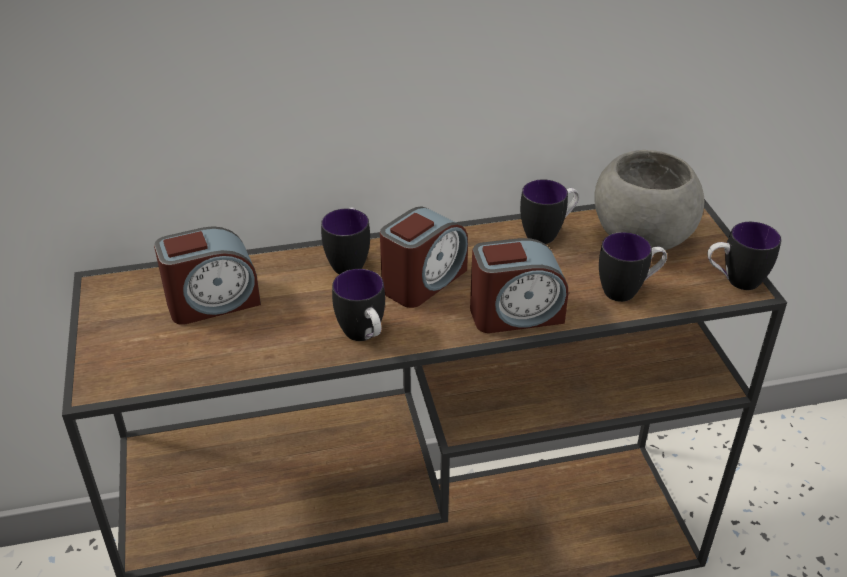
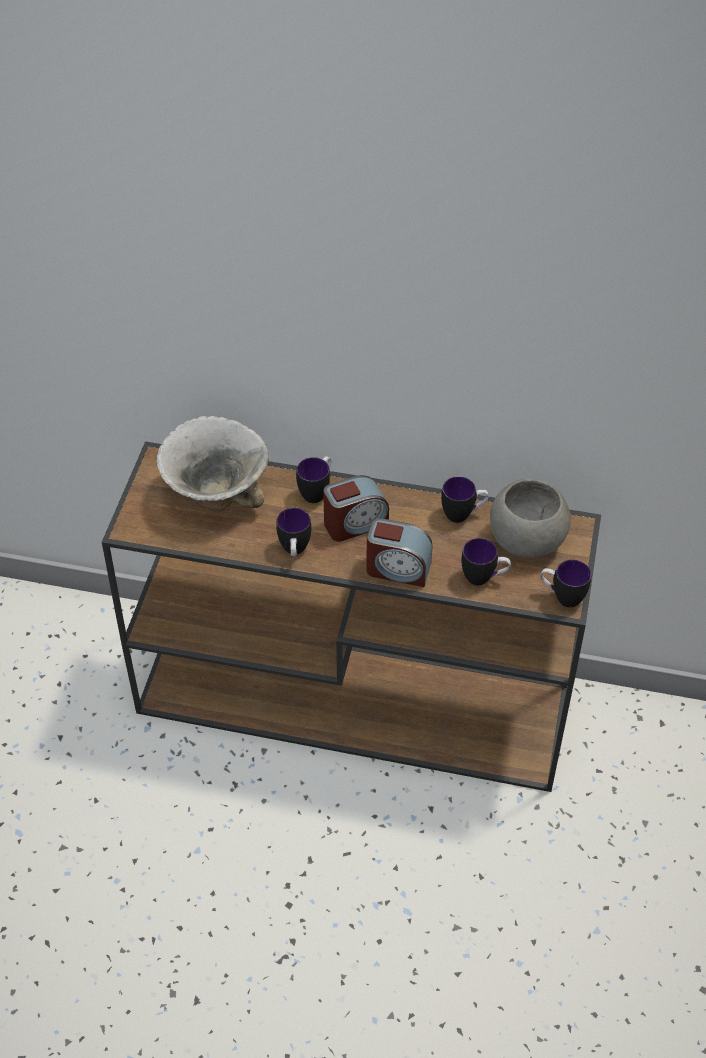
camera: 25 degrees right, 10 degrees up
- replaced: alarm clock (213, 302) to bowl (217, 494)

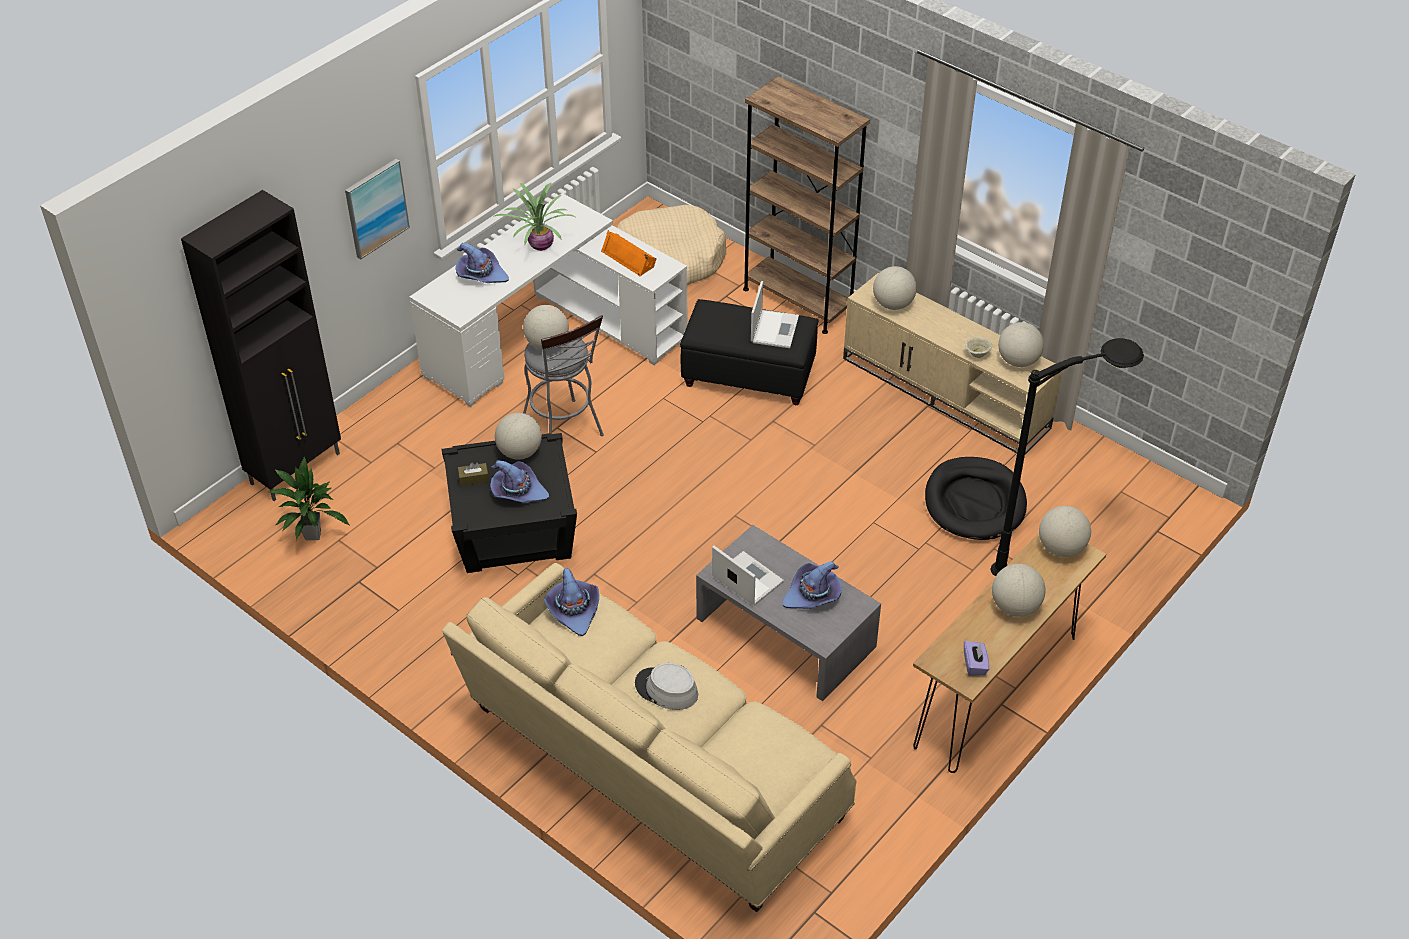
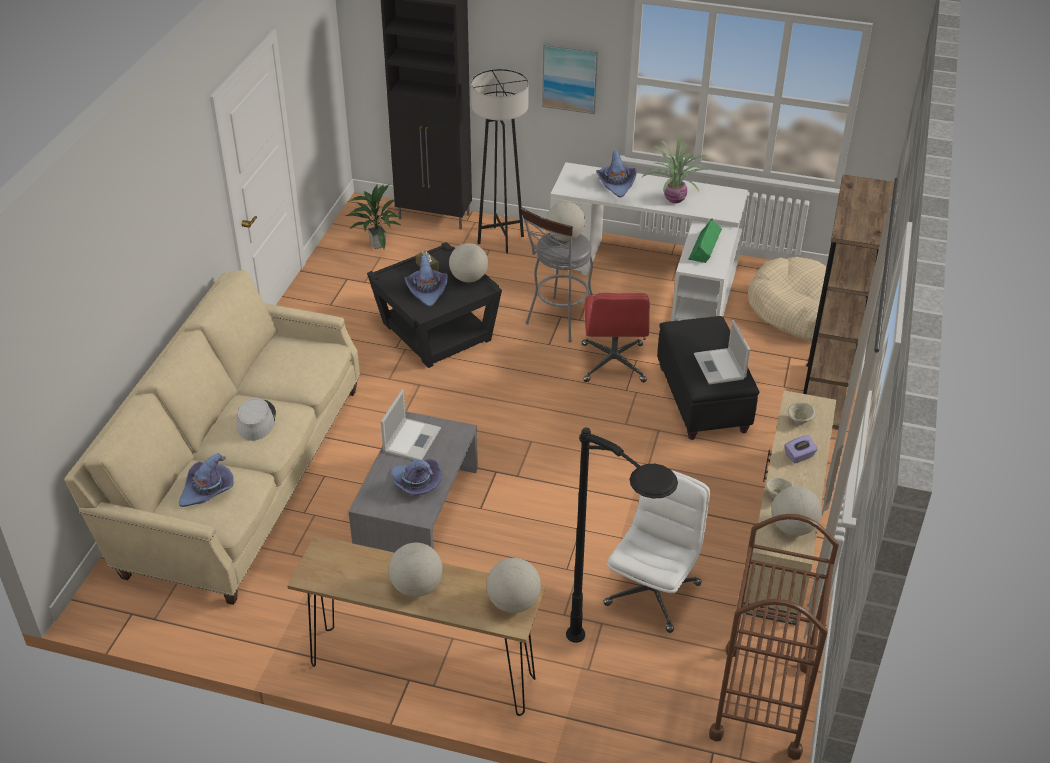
camera: 65 degrees right, 5 degrees down
- added: grey floor lamp (500, 240)
- added: red office chair (613, 363)
- added: brown cart (762, 701)
- moved: purple hat (573, 610) to (208, 490)
- moved: purple tissue box (975, 665) to (799, 456)
- replaced: globe (893, 304) to beige bowl (800, 421)
- replaced: black dog bed (974, 502) to white office chair (653, 593)
- recoloured: orange speaker (629, 258) to green speaker (705, 247)
- turned: laptop (774, 328) = (720, 367) 90 degrees clockwise

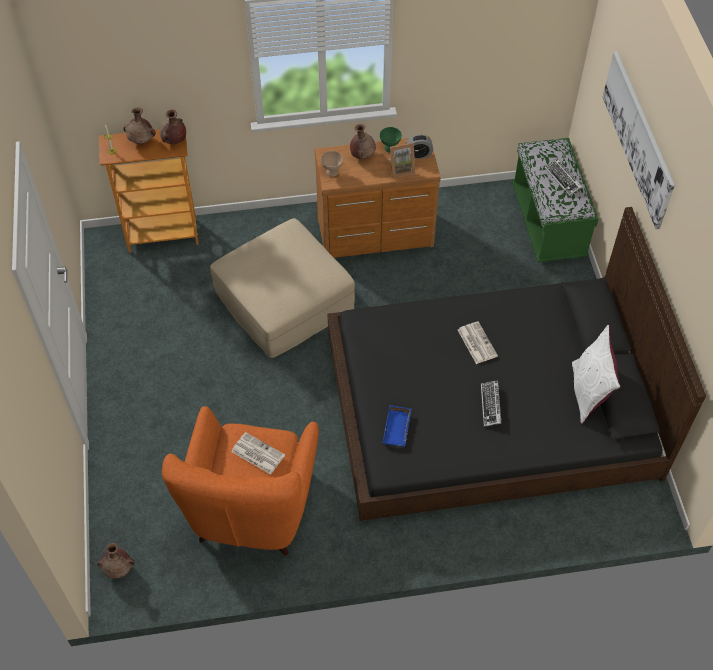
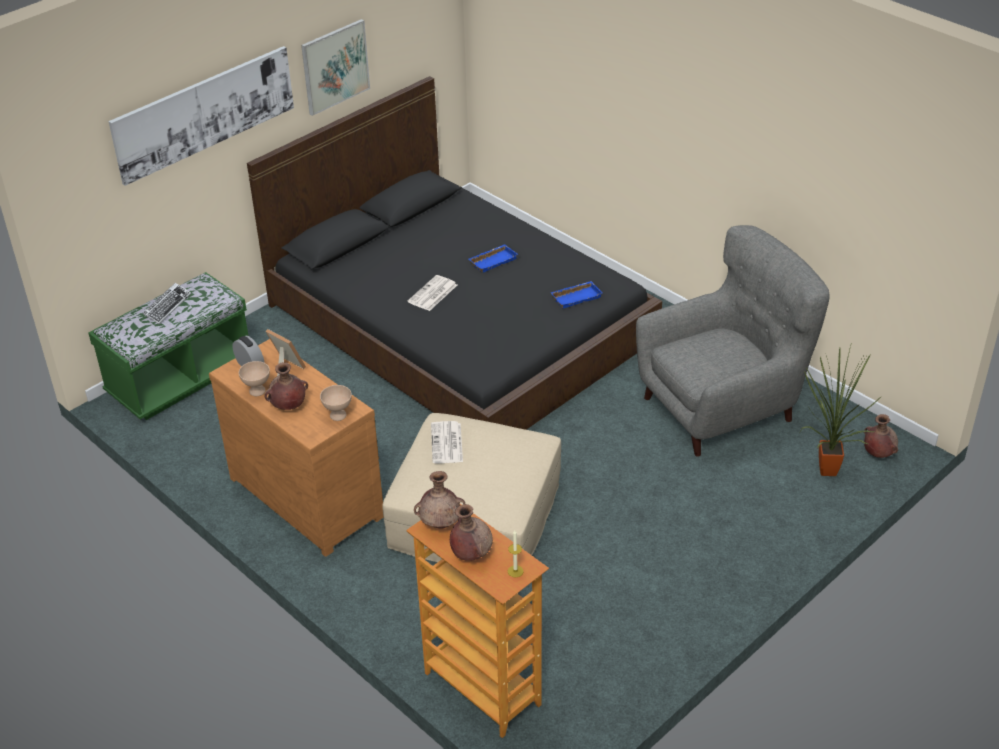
camera: 125 degrees left, 15 degrees down
- removed: white pillow (589, 392)
- added: picture (335, 66)
- added: potted plant (823, 470)
- moved: newspaper (257, 453) to (447, 443)
- replaced: keyboard (490, 405) to blue tray (493, 260)
- recoloured: orange armchair (252, 507) to grey armchair (722, 407)
- recoloured: green bowl (389, 148) to beige bowl (258, 391)

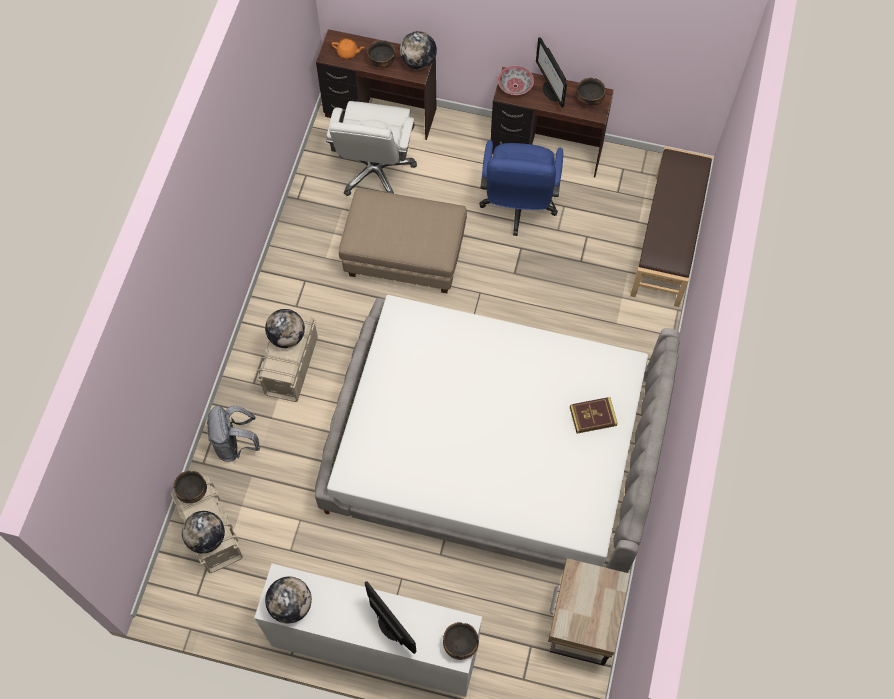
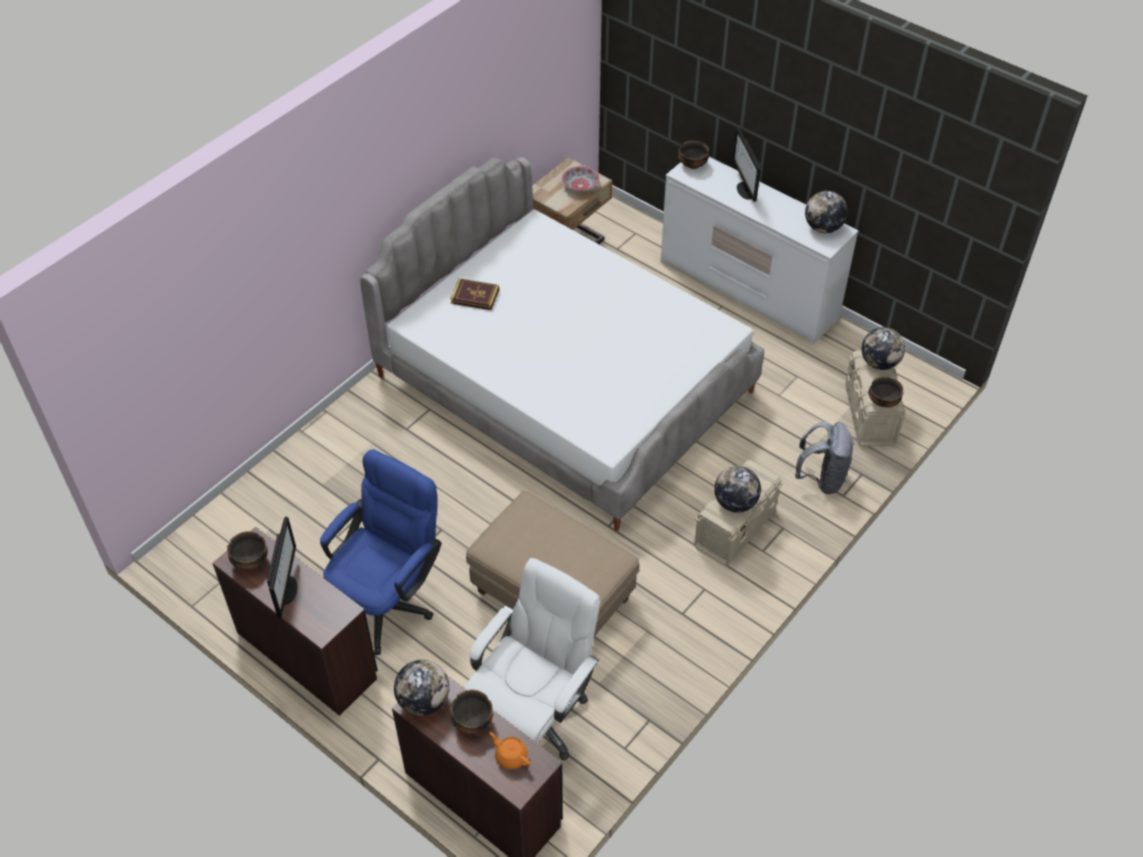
camera: 155 degrees left, 15 degrees down
- removed: brown bench (668, 240)
- moved: bowl (515, 86) to (580, 186)

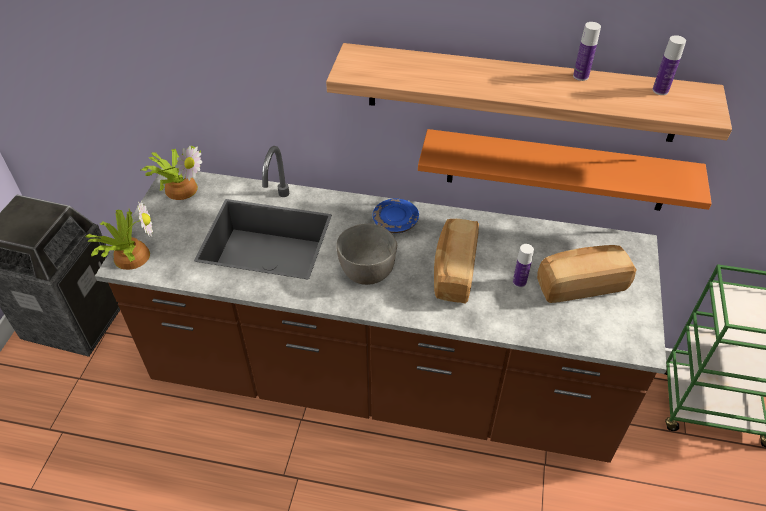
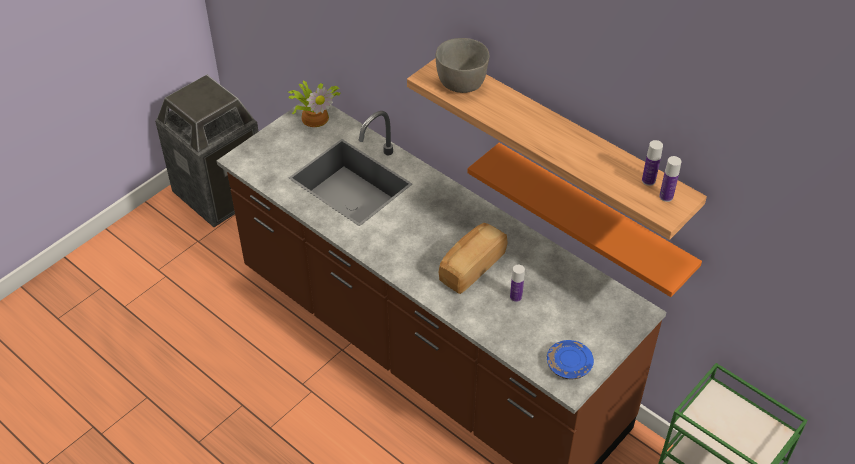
camera: 30 degrees right, 0 degrees up
- removed: potted plant (129, 255)
- removed: bread (580, 284)
- moved: grey bowl (366, 270) to (461, 82)
- moved: blue plate (395, 222) to (569, 365)
- moved: bottle (580, 76) to (666, 196)

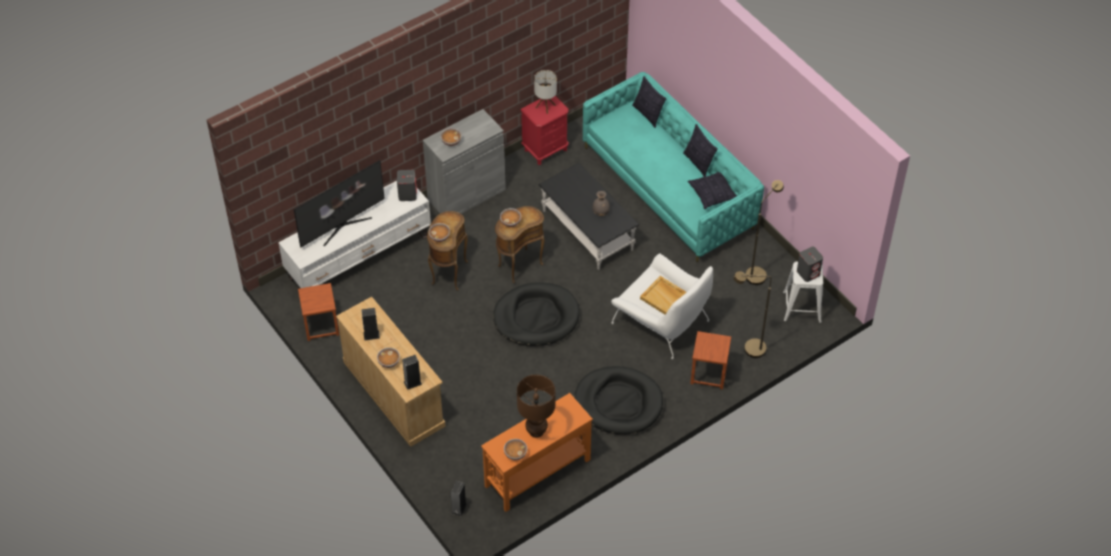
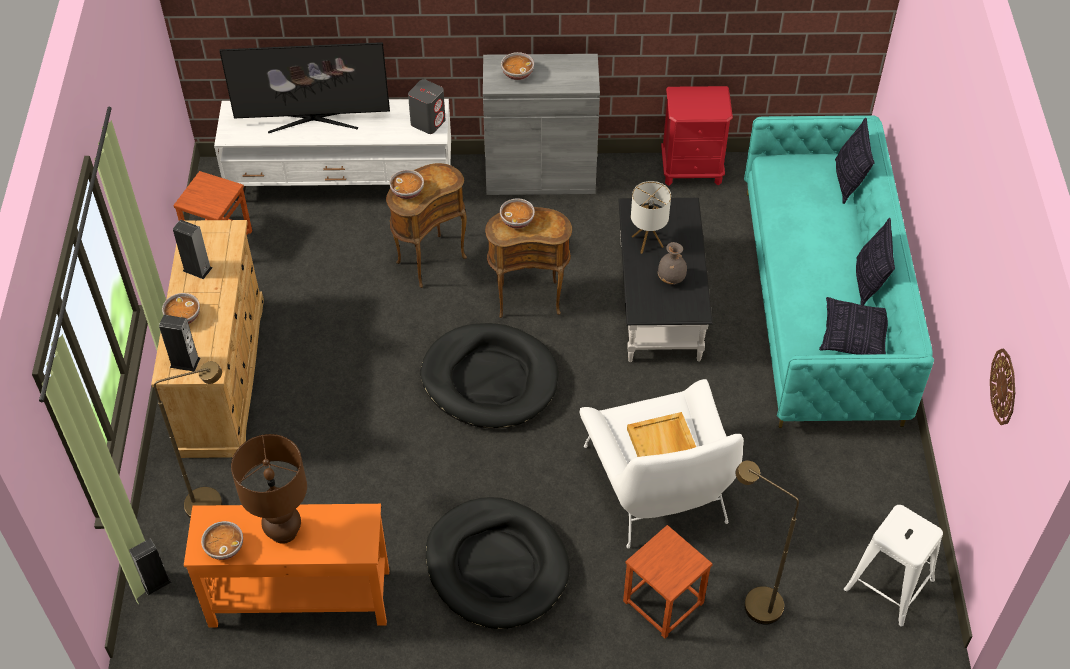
camera: 35 degrees right, 0 degrees up
- removed: grey speaker (808, 273)
- added: wall clock (1004, 386)
- moved: table lamp (545, 106) to (647, 241)
- moved: brown floor lamp (758, 272) to (214, 501)

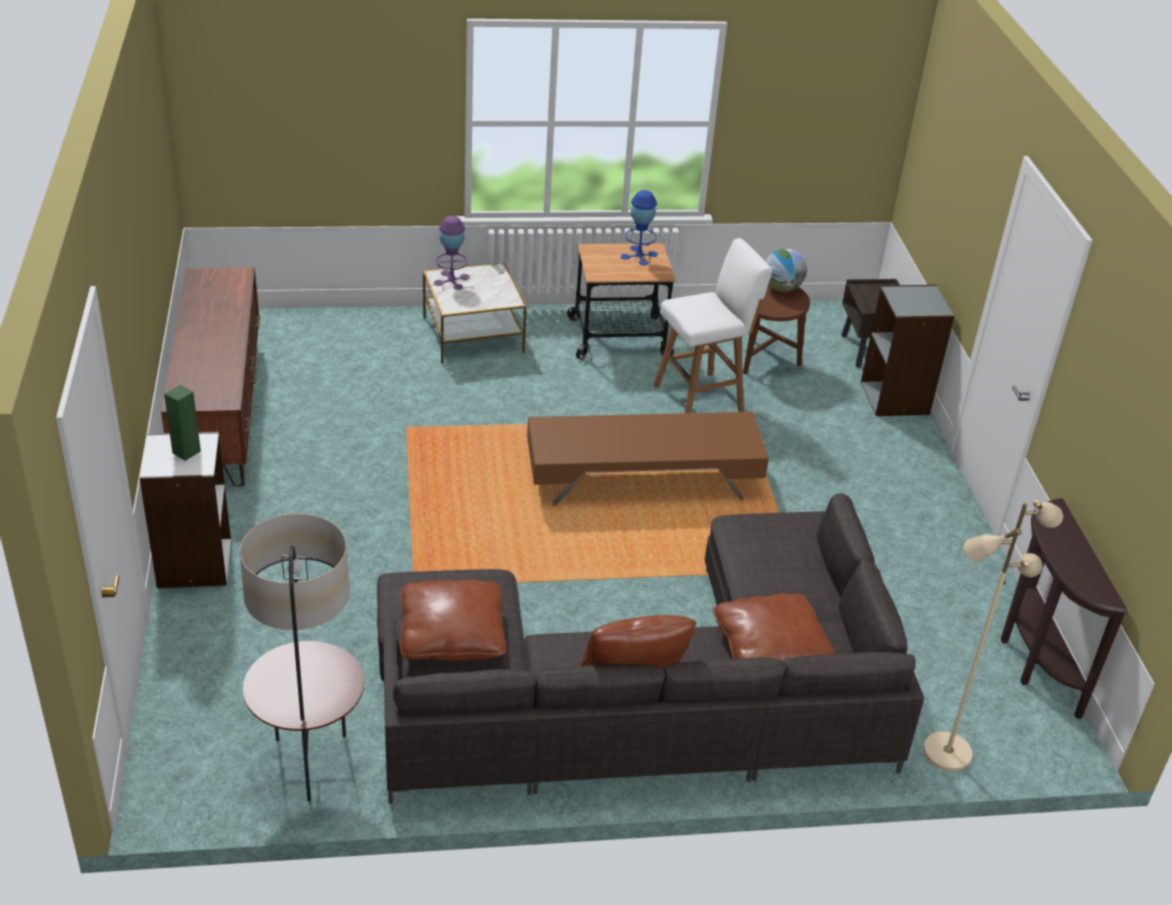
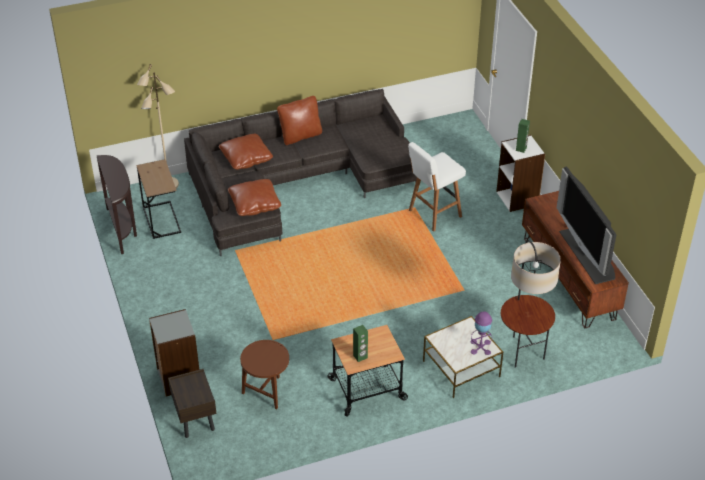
camera: 170 degrees right, 5 degrees up
- removed: brown coffee table (642, 480)
- removed: globe (781, 288)
- added: brown side table (161, 220)
- added: television (588, 254)
- moved: floor lamp (310, 764) to (522, 351)
- moved: brown pillow (452, 635) to (255, 204)
- moved: white stool (701, 398) to (433, 214)
- replaced: blue table lamp (639, 255) to green speaker (360, 357)

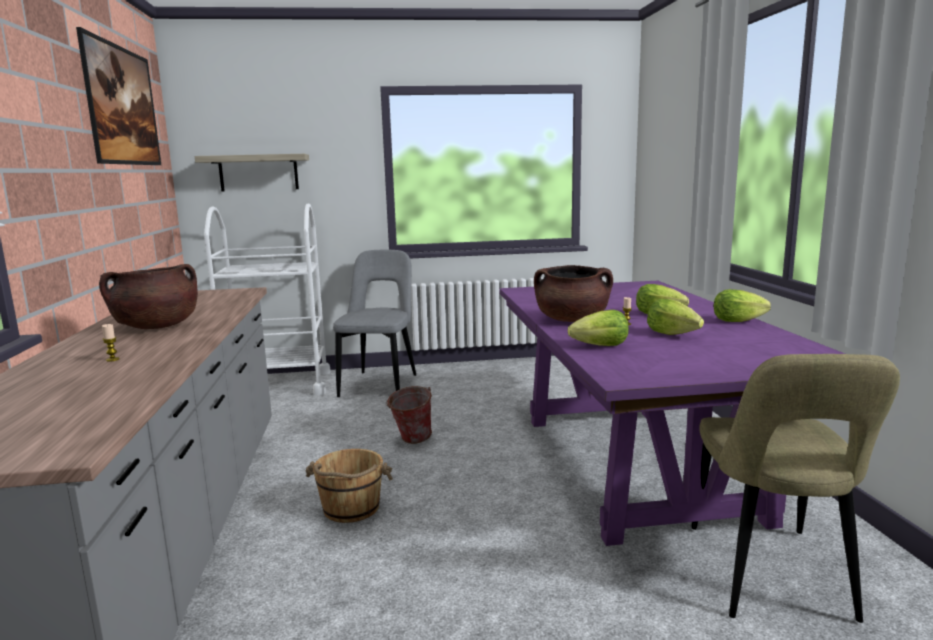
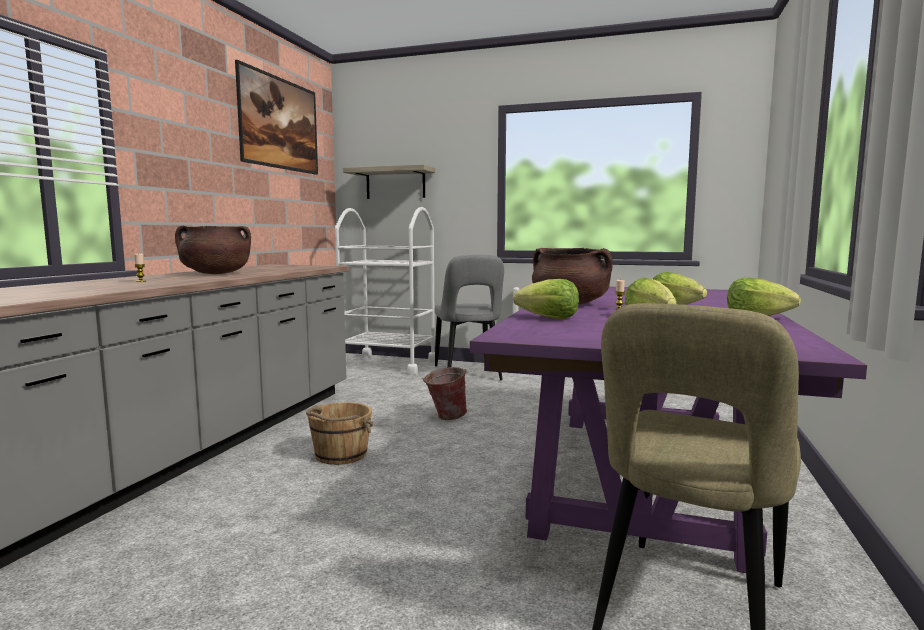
camera: 25 degrees right, 5 degrees down
- turned: grey chair (380, 384) = (468, 374) 135 degrees clockwise

